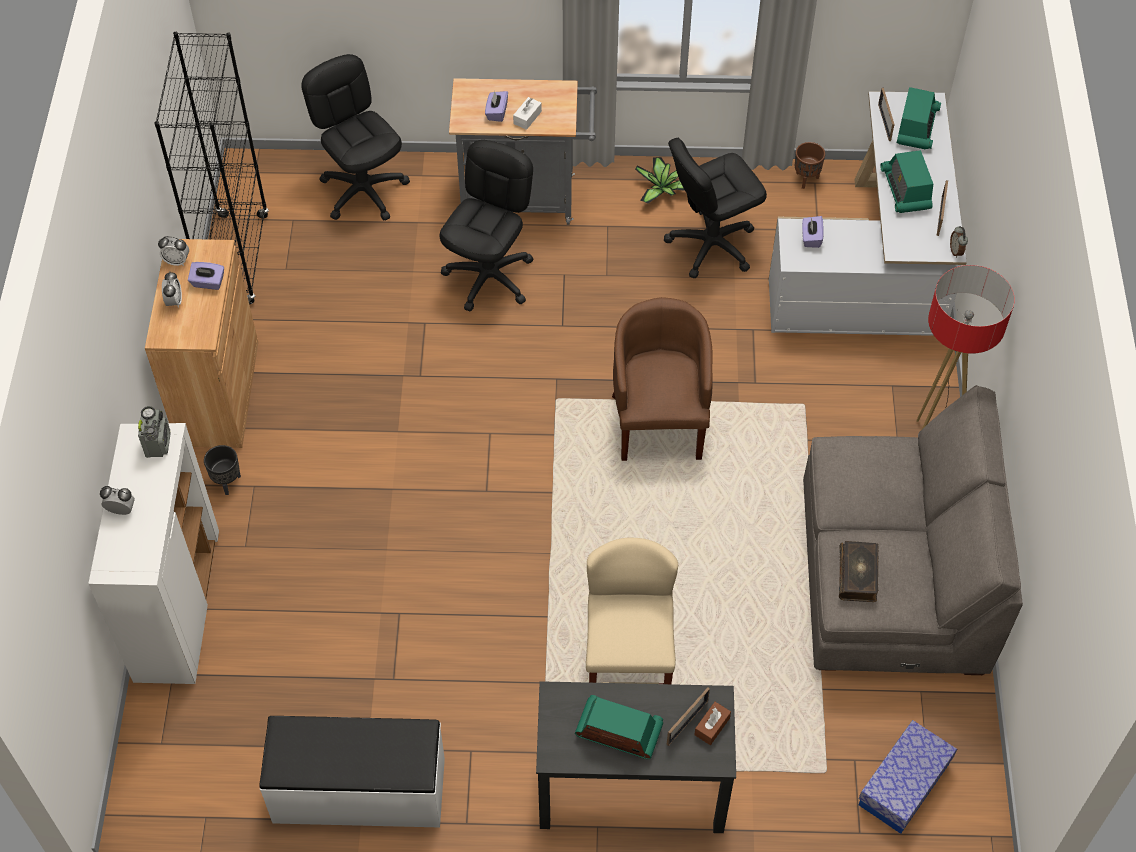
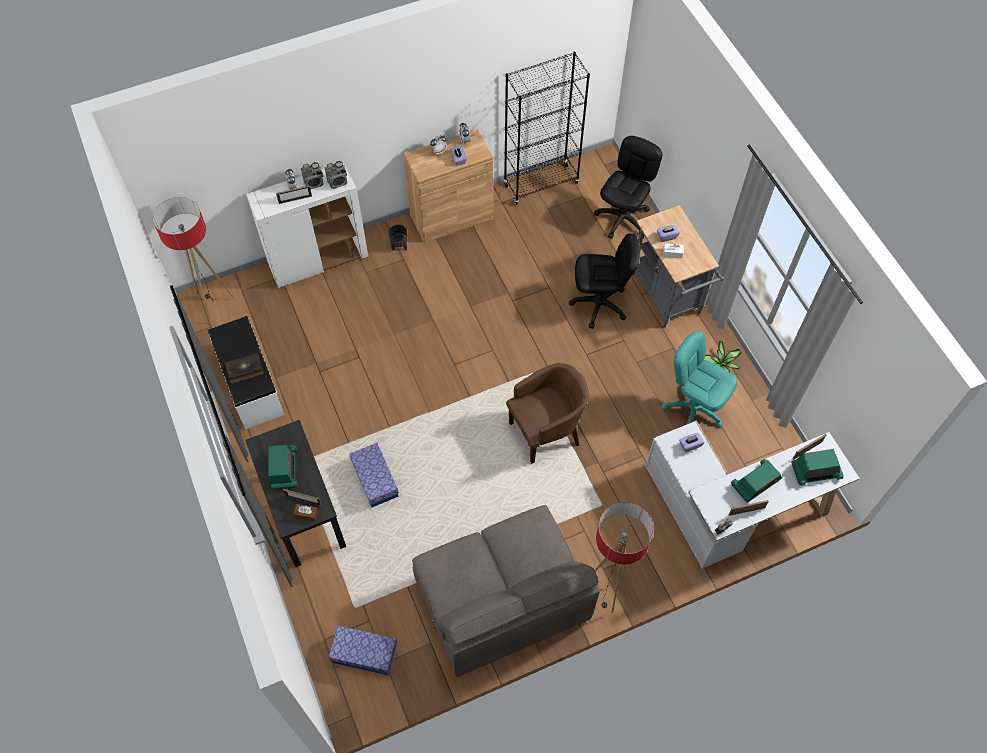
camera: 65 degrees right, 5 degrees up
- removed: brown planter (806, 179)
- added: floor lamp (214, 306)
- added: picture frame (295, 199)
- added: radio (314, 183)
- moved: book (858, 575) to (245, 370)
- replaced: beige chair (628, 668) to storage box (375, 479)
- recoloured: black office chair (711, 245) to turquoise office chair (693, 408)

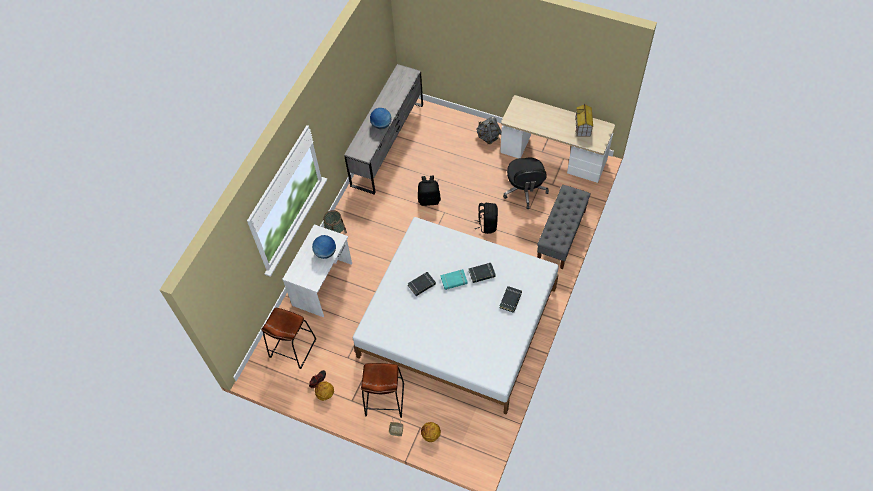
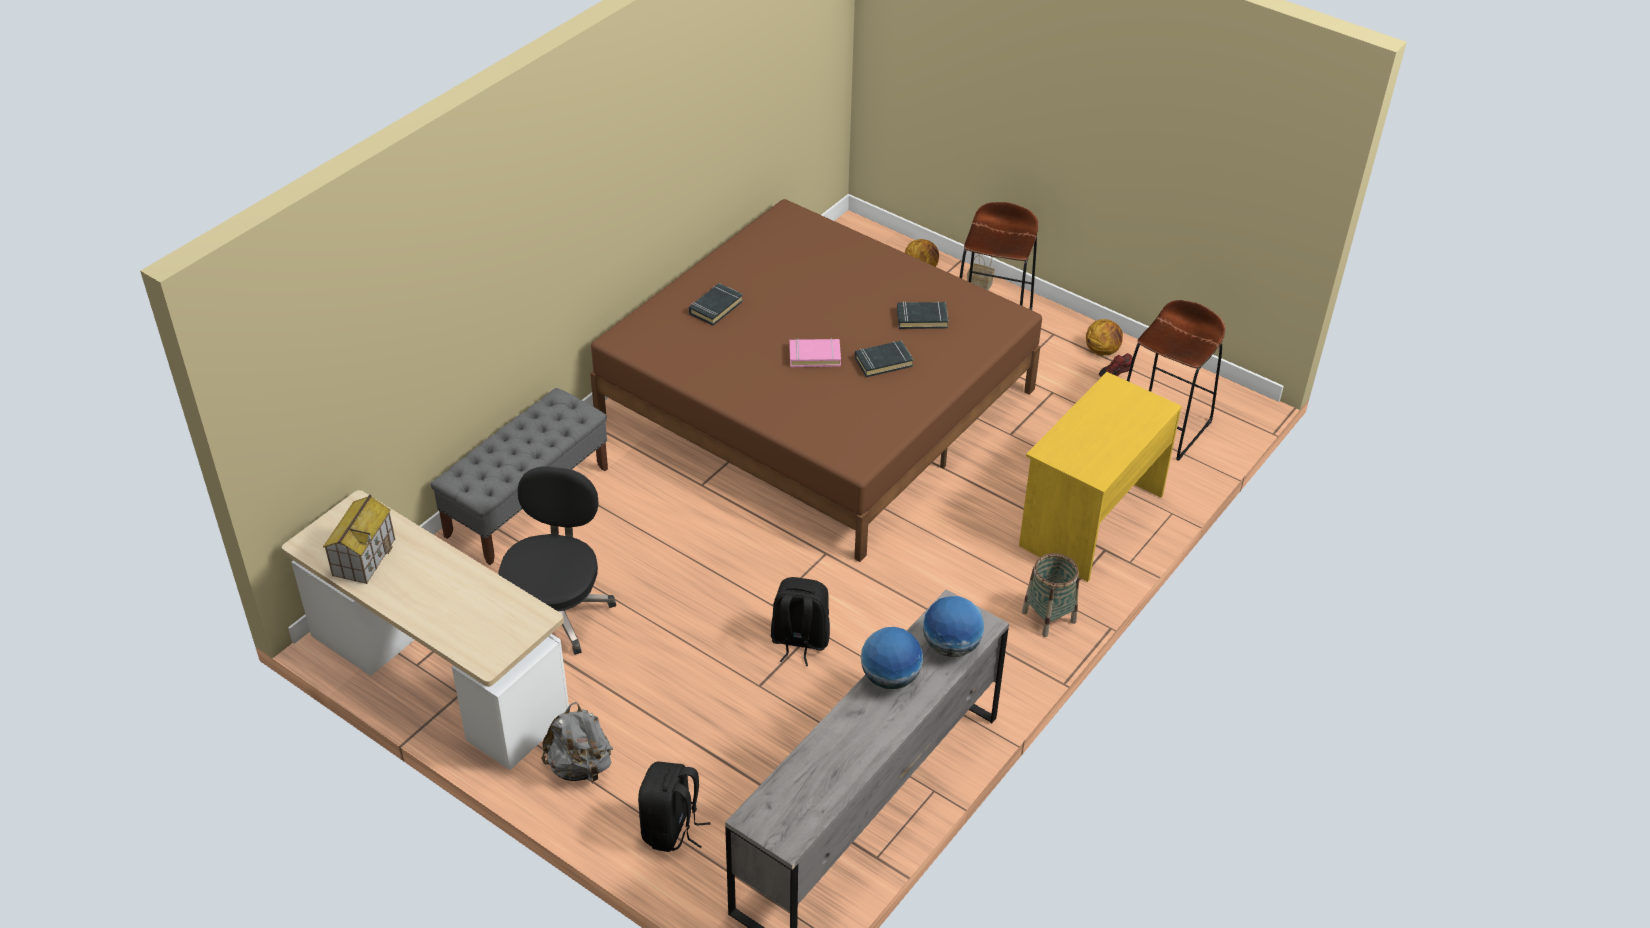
camera: 170 degrees left, 15 degrees down
- moved: globe (325, 252) to (951, 646)
- moved: black book (482, 274) to (922, 318)
- moved: black backpack (487, 225) to (671, 829)
- recoloured: white desk (323, 284) to yellow desk (1089, 520)
- recoloured: white bed (458, 322) to brown bed (818, 402)
- recoloured: turquoise book (454, 280) to pink book (814, 356)

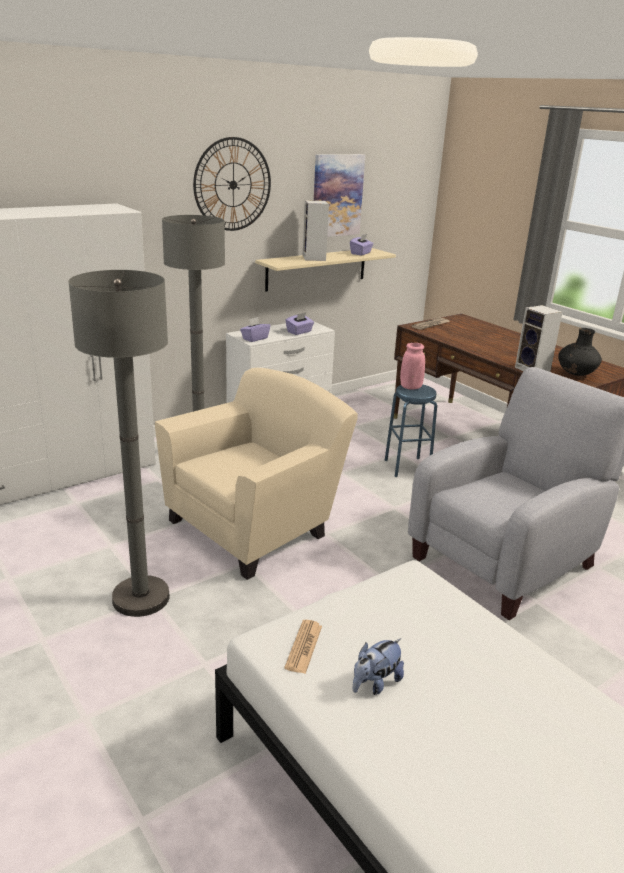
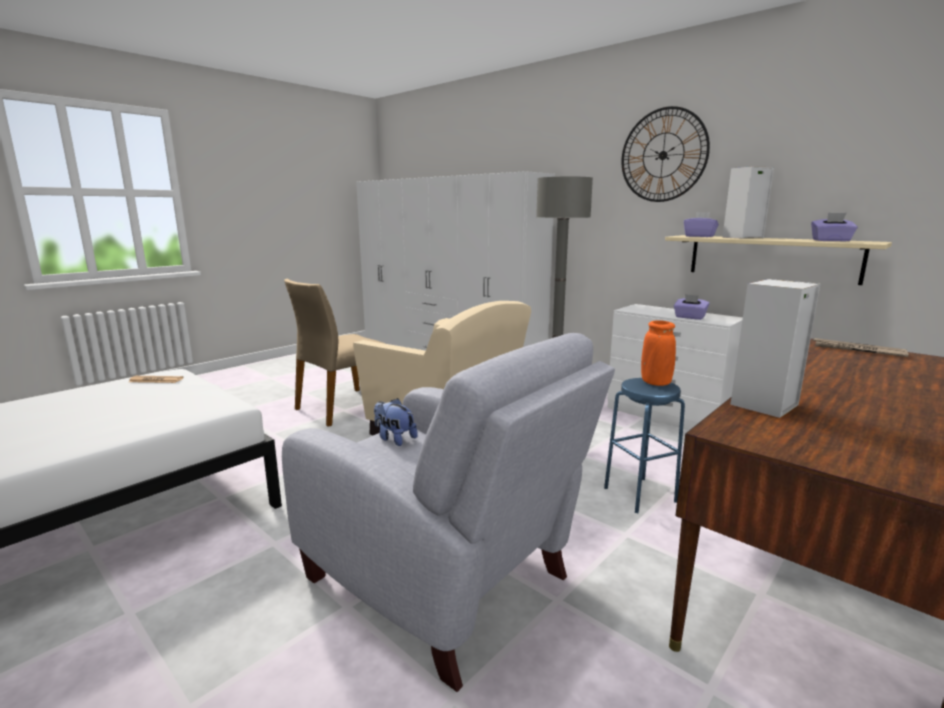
camera: 80 degrees right, 10 degrees down
- removed: picture (337, 195)
- removed: black vase (575, 374)
- moved: purple tissue box (255, 338) to (699, 236)
- moved: plush toy (375, 683) to (394, 438)
- replaced: grey floor lamp (141, 598) to beige chair (344, 407)
- recoloured: pink vase (410, 387) to orange vase (655, 383)

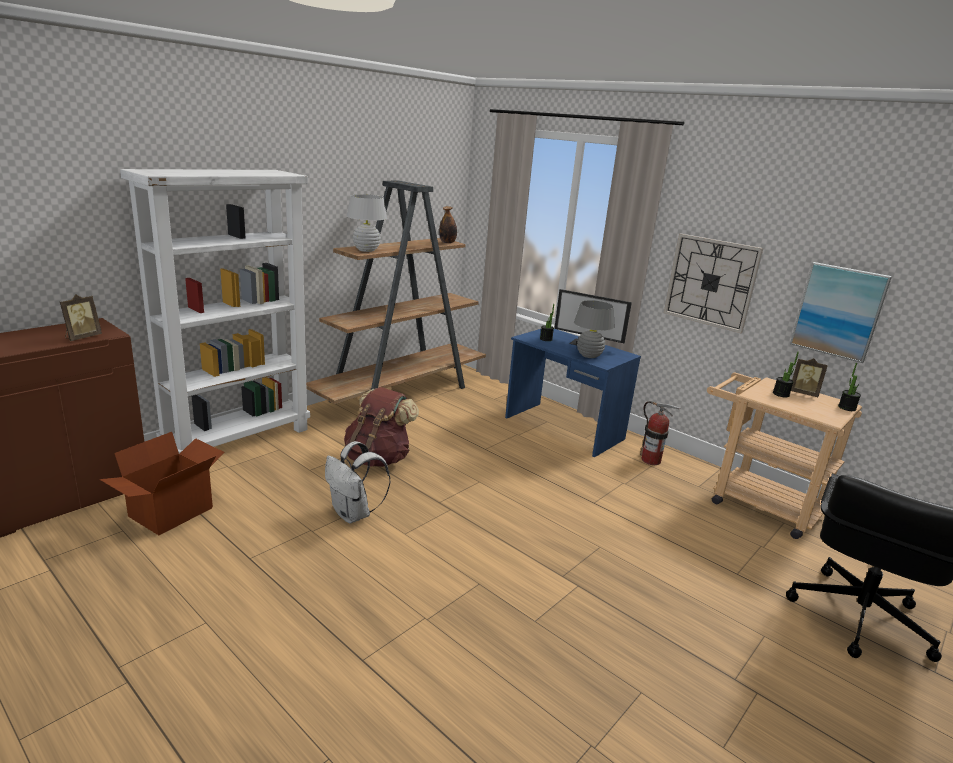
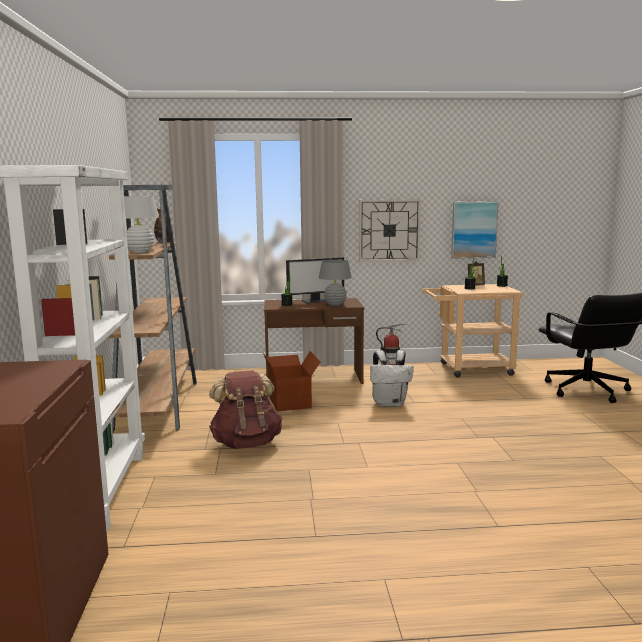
camera: 45 degrees left, 10 degrees down
- removed: picture frame (82, 337)
- moved: cardboard box (172, 513) to (291, 402)
- moved: white backpack (354, 514) to (390, 404)
- recoloured: blue desk (563, 429) to brown desk (314, 378)

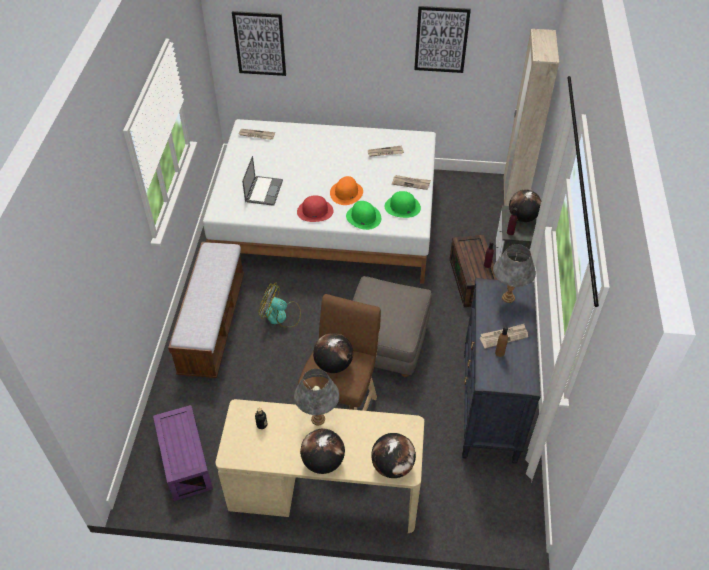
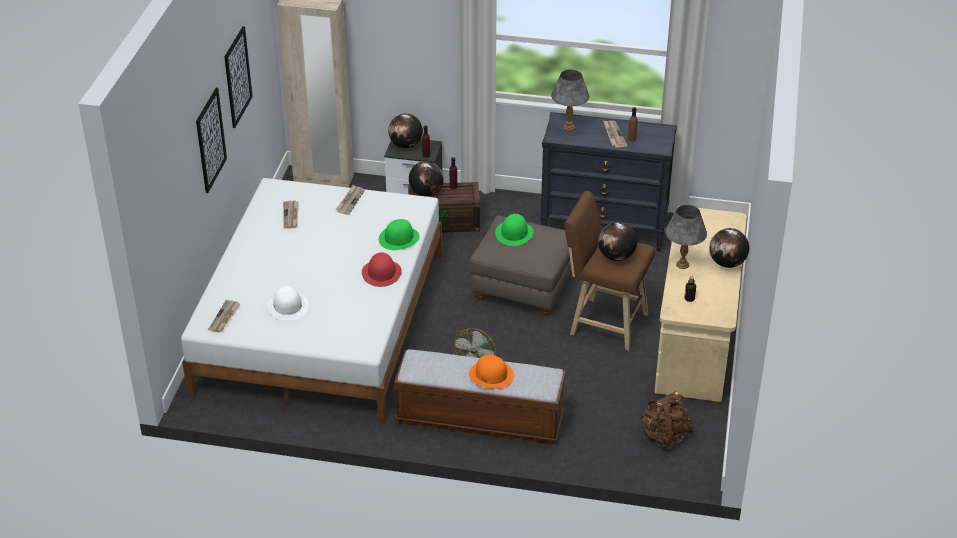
camera: 85 degrees left, 10 degrees down
- removed: laptop (264, 190)
- added: white hat (288, 306)
- moved: picture (259, 43) to (210, 140)
- moved: orange hat (346, 193) to (491, 375)
- moved: globe (392, 466) to (426, 193)
- moved: green hat (402, 207) to (514, 233)
- replaced: purple storage box (184, 461) to brown backpack (664, 437)

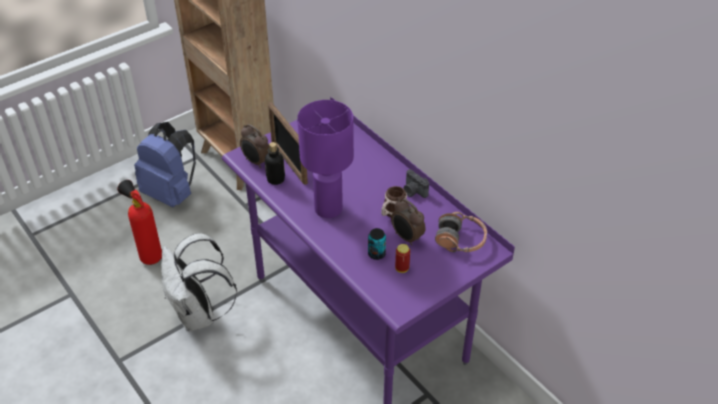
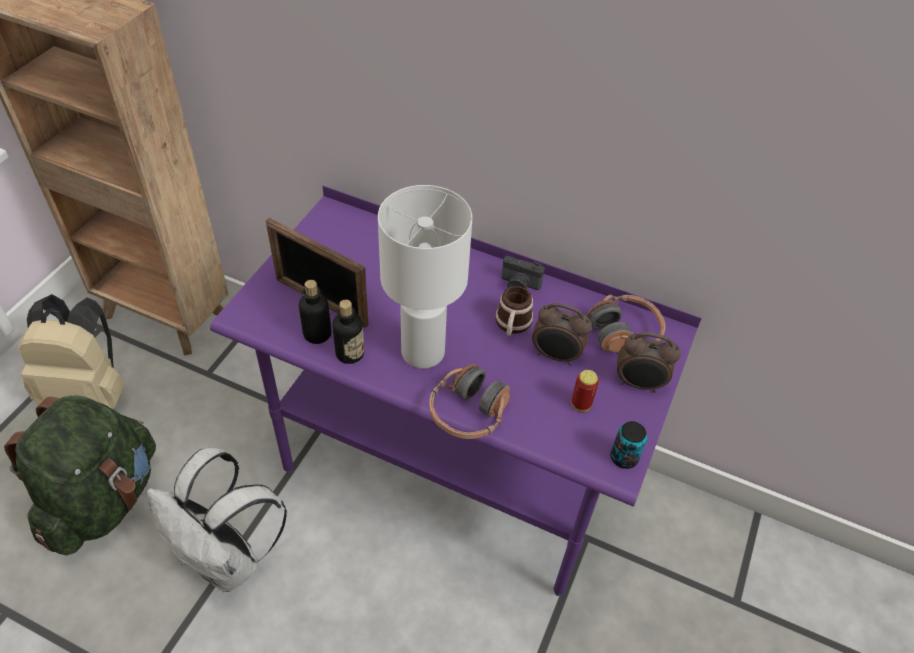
camera: 30 degrees left, 5 degrees up
- added: bottle (350, 353)
- added: headphones (468, 412)
- moved: alarm clock (256, 162) to (639, 384)
- moved: can (376, 254) to (624, 457)
- replaced: fire extinguisher (149, 255) to green backpack (103, 499)
- recoloured: blue backpack (171, 193) to beige backpack (89, 393)
- recoloured: purple table lamp (329, 209) to white table lamp (424, 352)

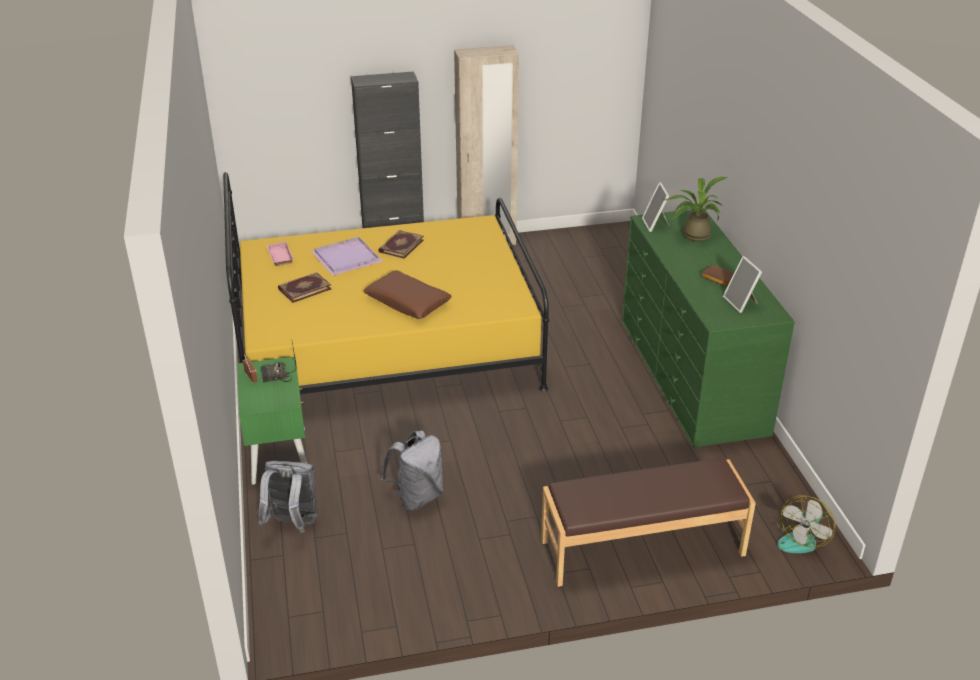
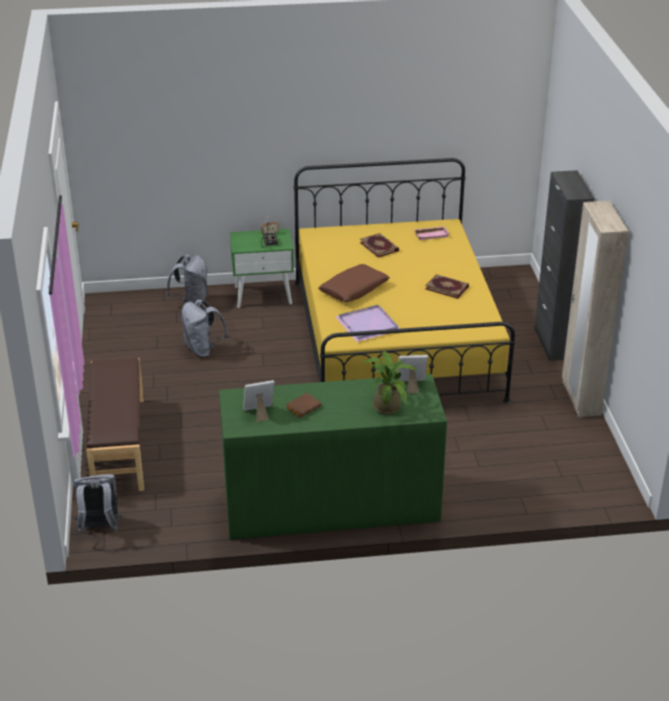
camera: 95 degrees right, 0 degrees up
- moved: purple tray (347, 257) to (369, 325)
- replaced: fan (801, 538) to grey backpack (99, 528)

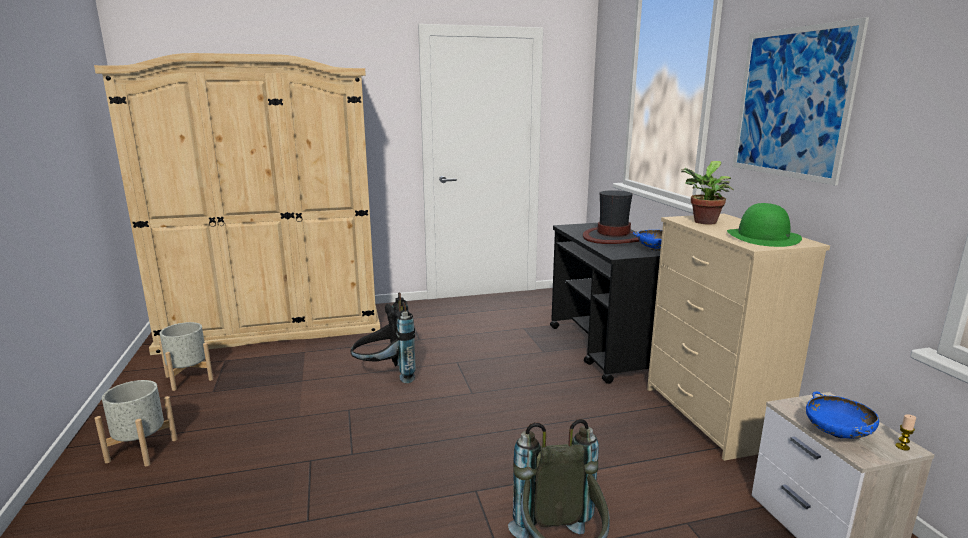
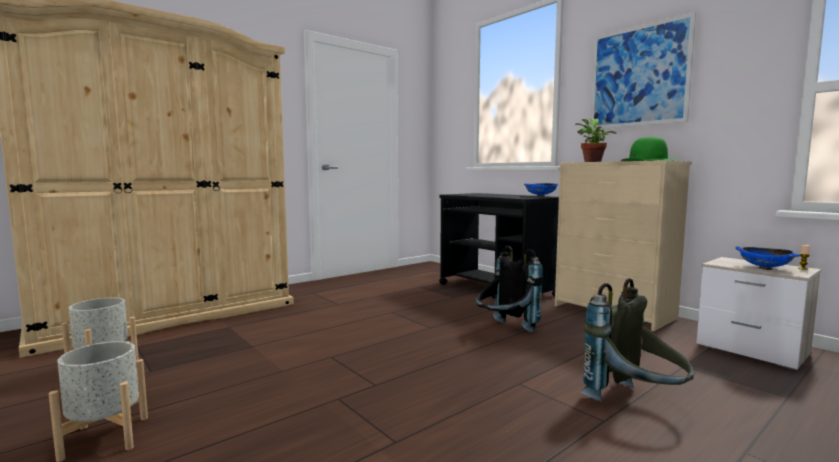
camera: 25 degrees left, 10 degrees down
- removed: hat (612, 238)
- moved: black backpack (386, 376) to (505, 330)

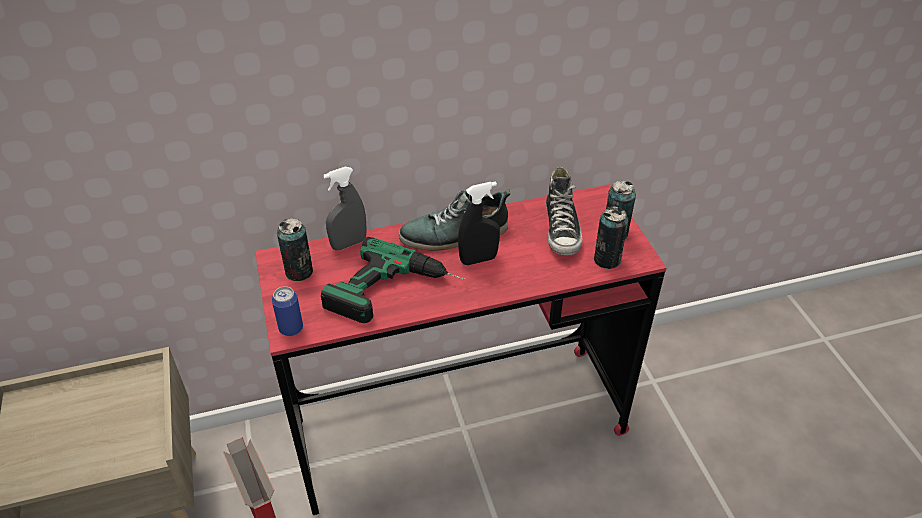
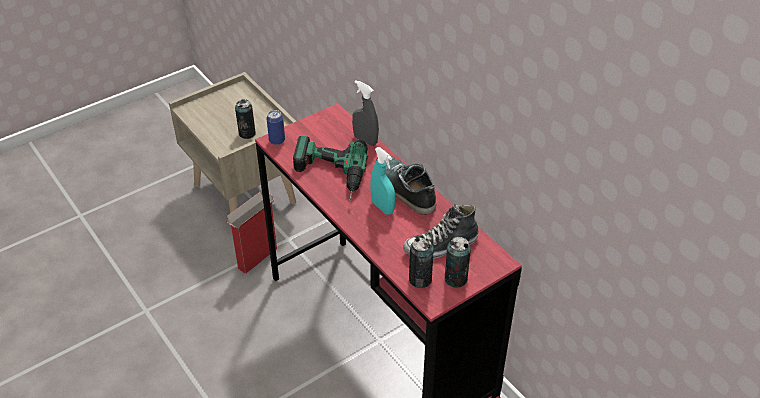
camera: 70 degrees right, 0 degrees up
- moved: can (299, 272) to (247, 133)
- recoloured: black spray bottle (478, 259) to turquoise spray bottle (382, 207)

